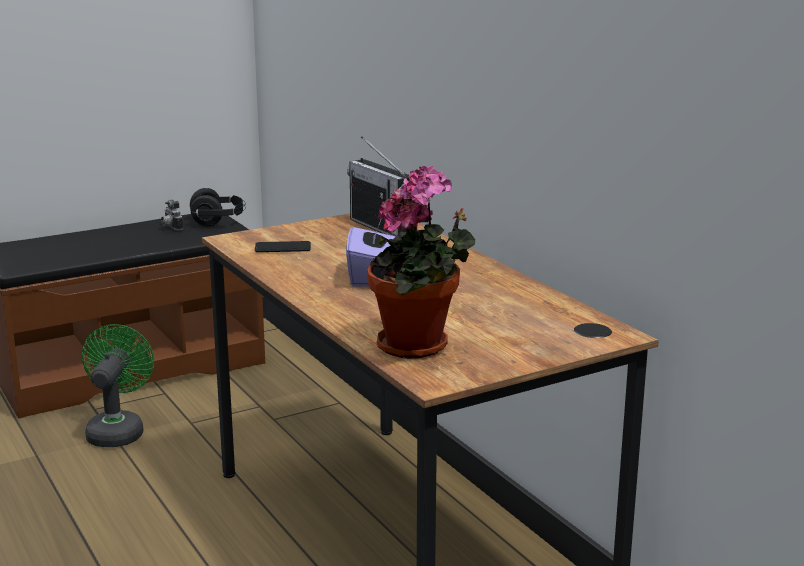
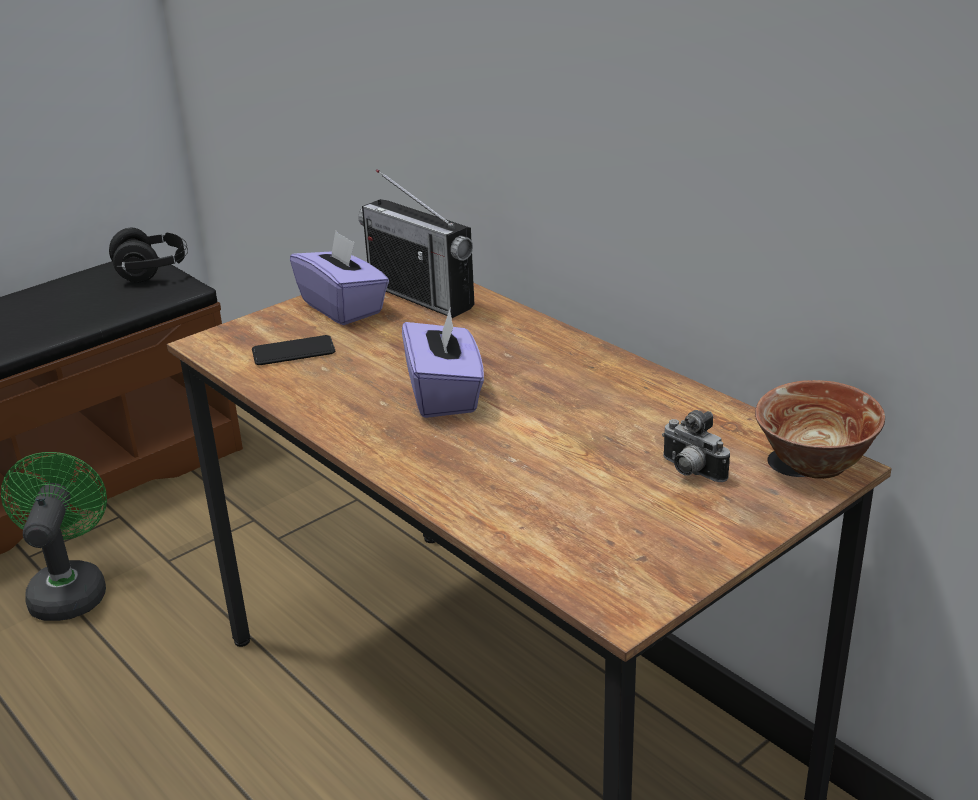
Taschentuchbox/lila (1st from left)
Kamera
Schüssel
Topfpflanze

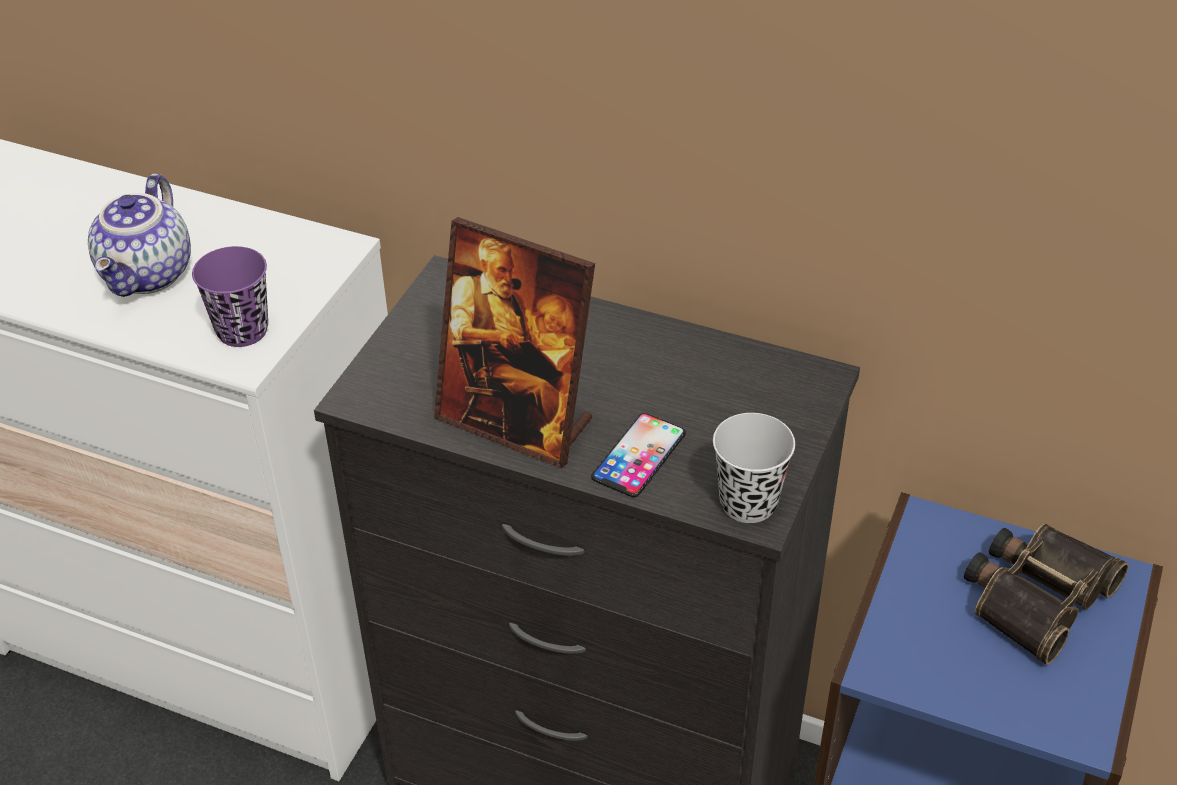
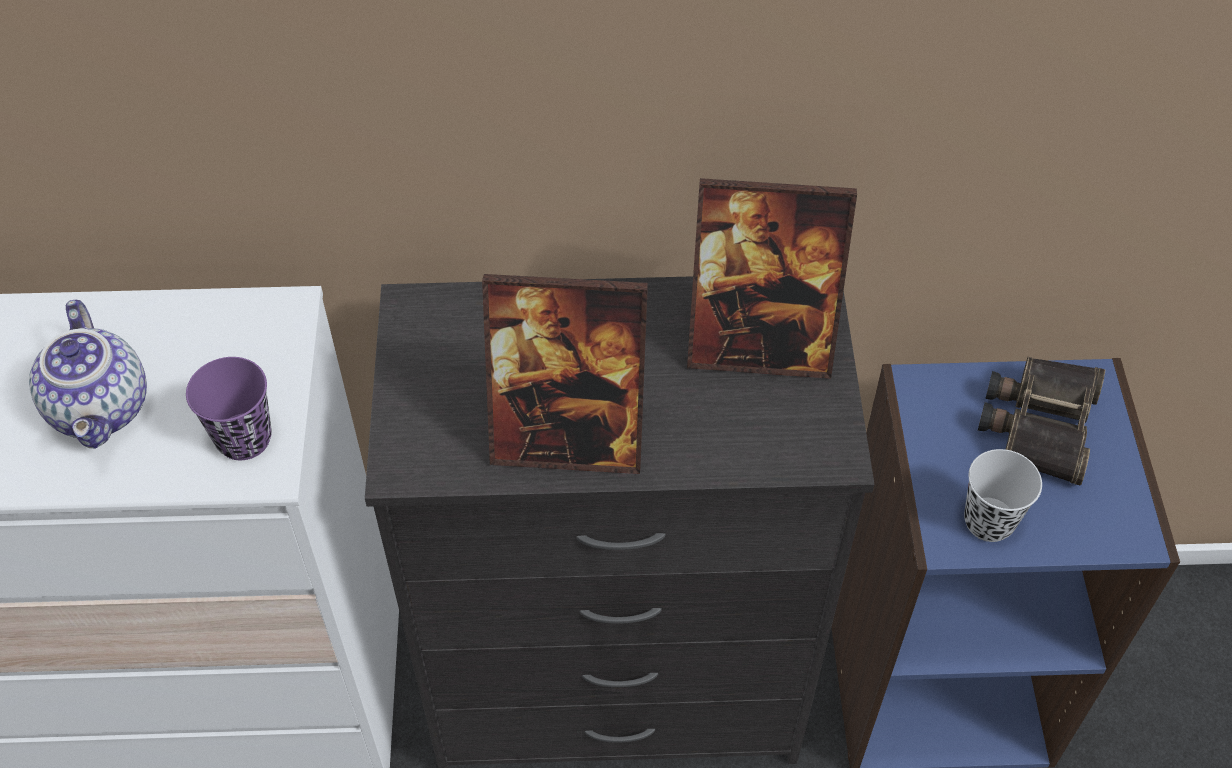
Bilderrahmen (2nd from left)
Tasse/schwarz
Handy

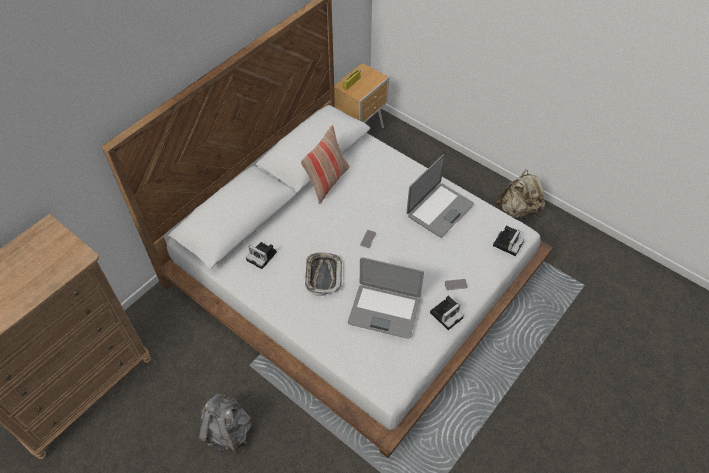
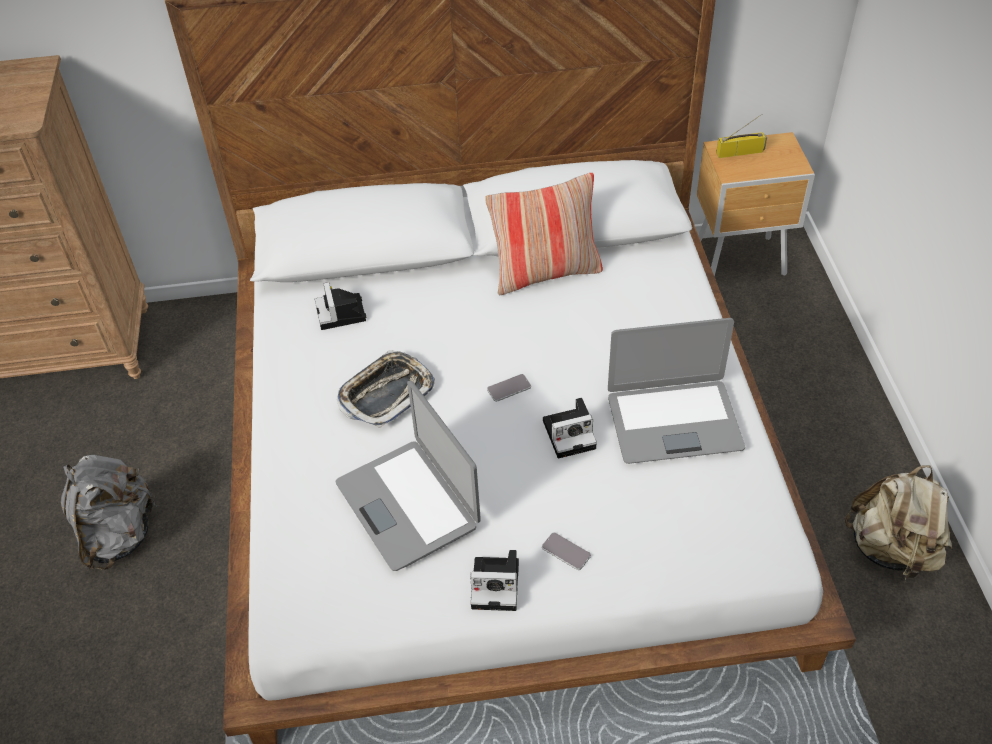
Kamera (3rd from left)

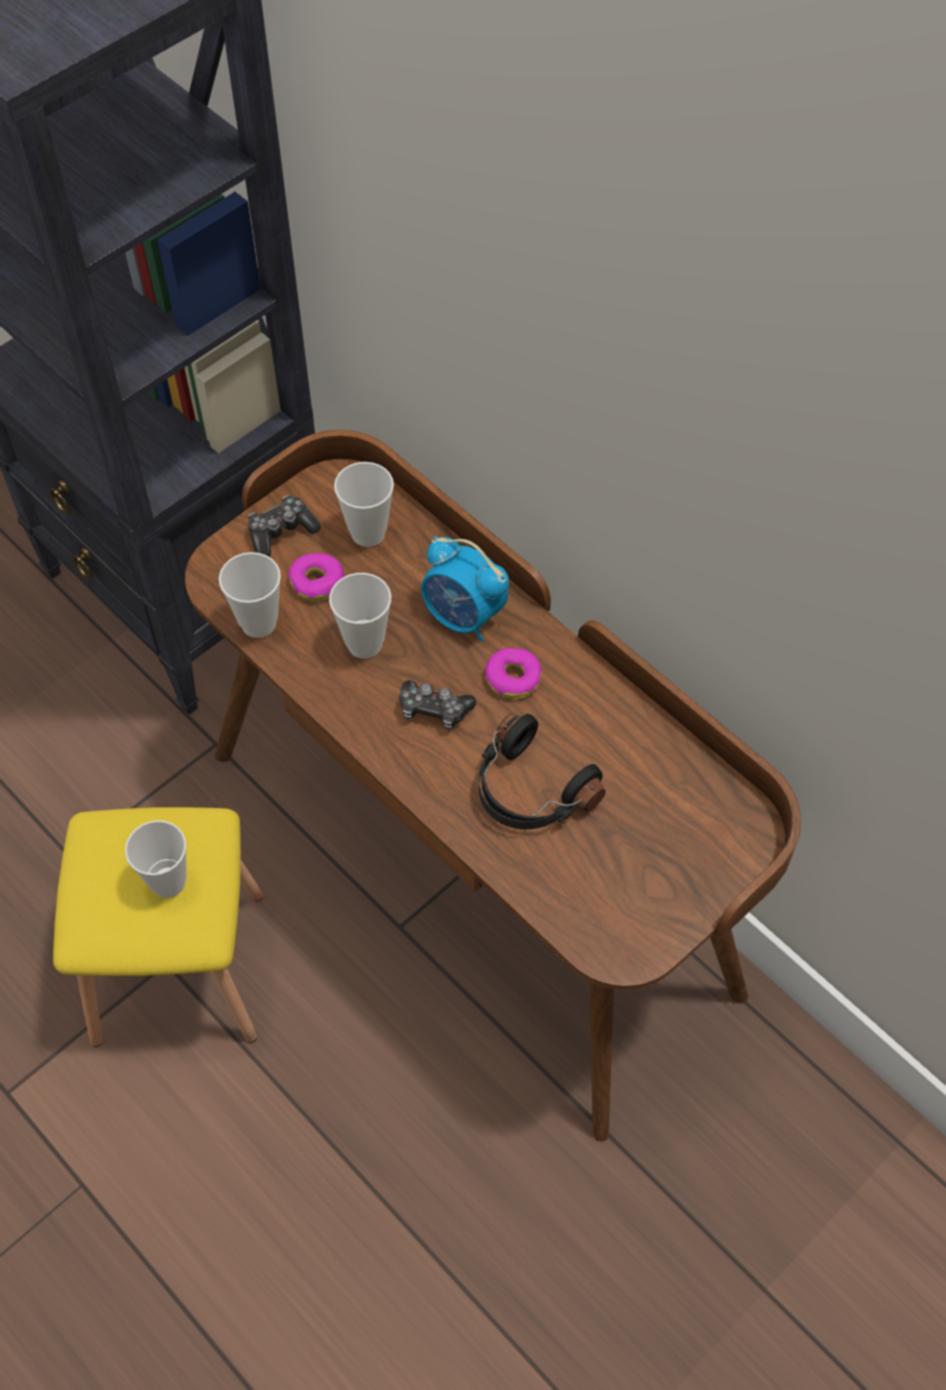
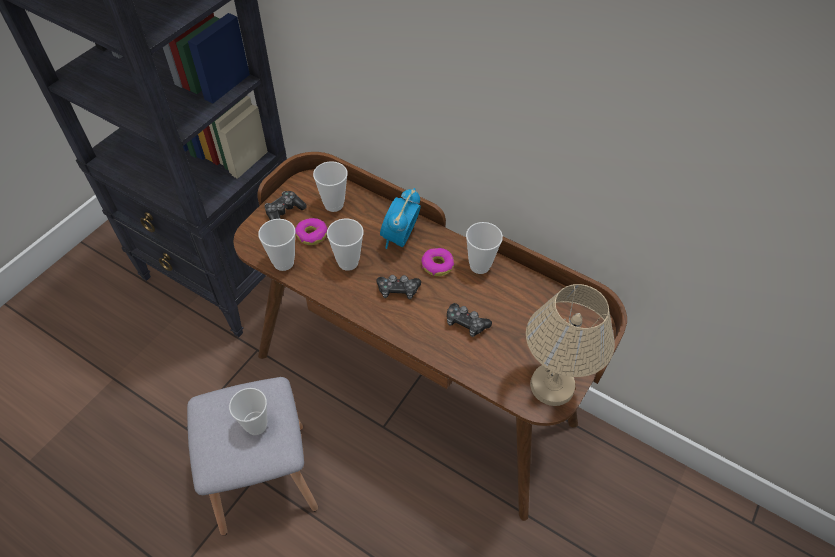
Hocker/grau
Wecker
Gamepad (3rd from left)
Tasse (5th from left)
Tischlampe/beige

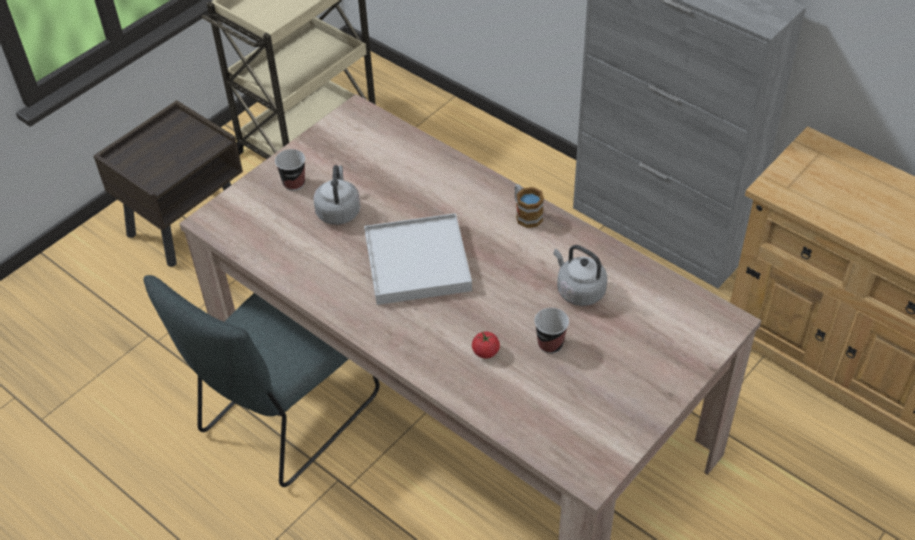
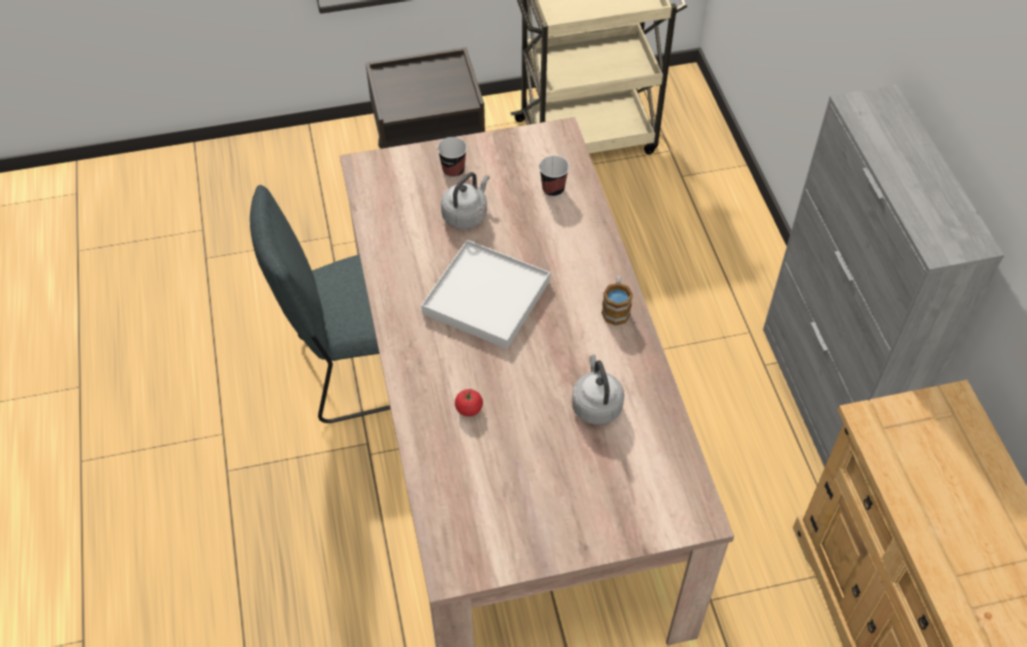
Tasse (2nd from left)

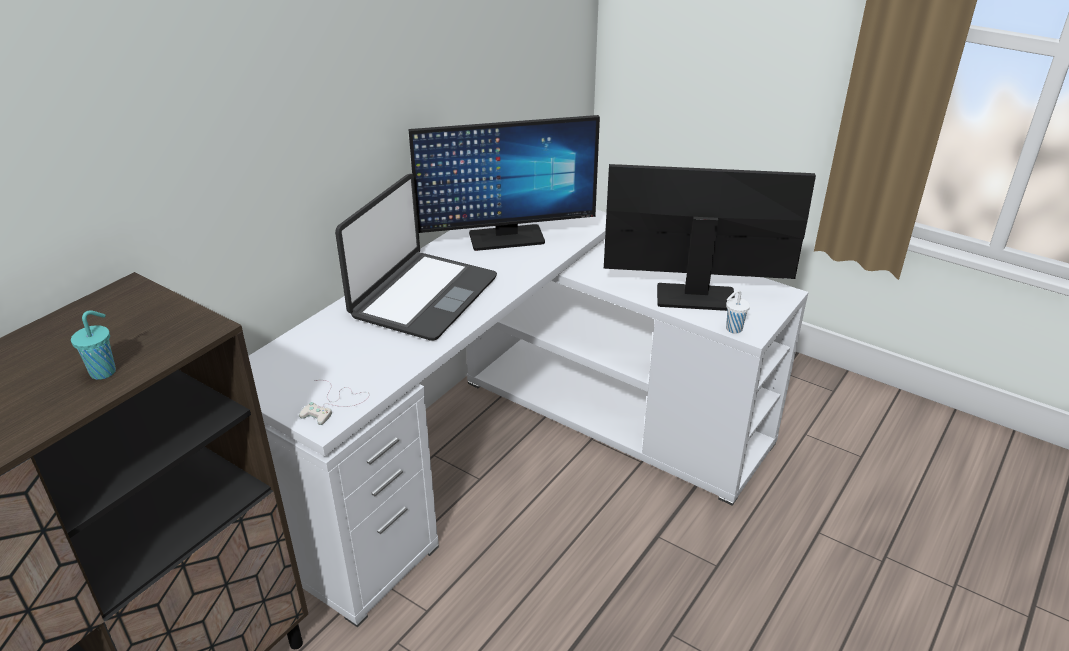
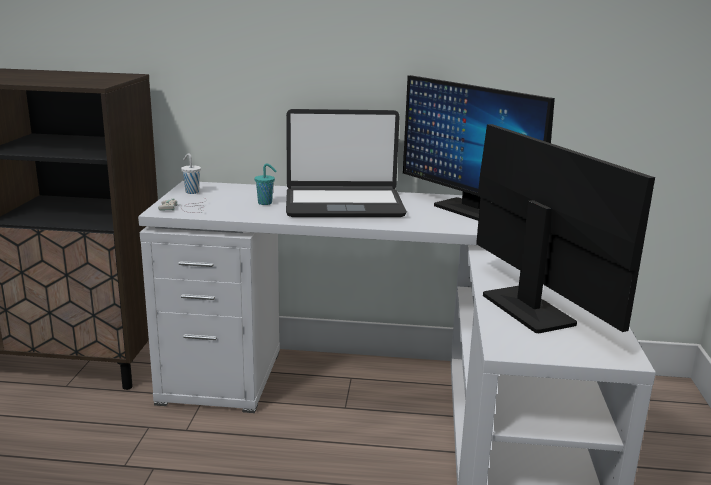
Tasse/weiß
Tasse/türkis

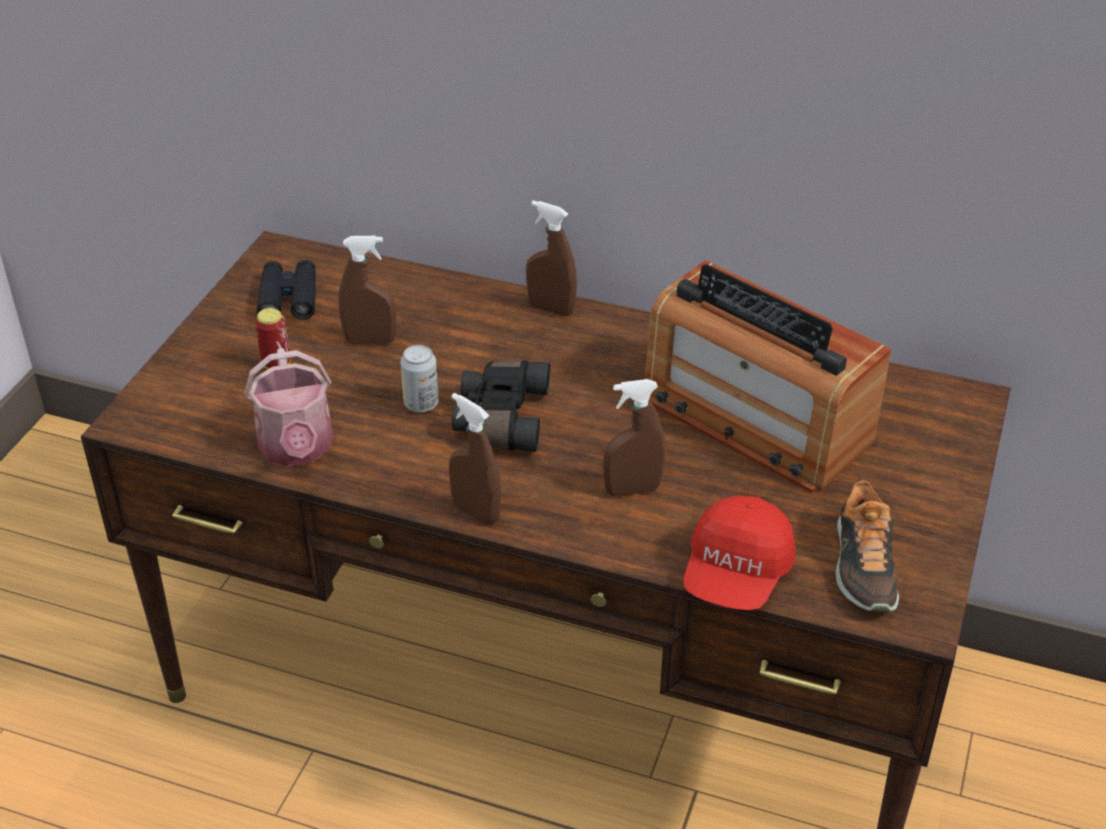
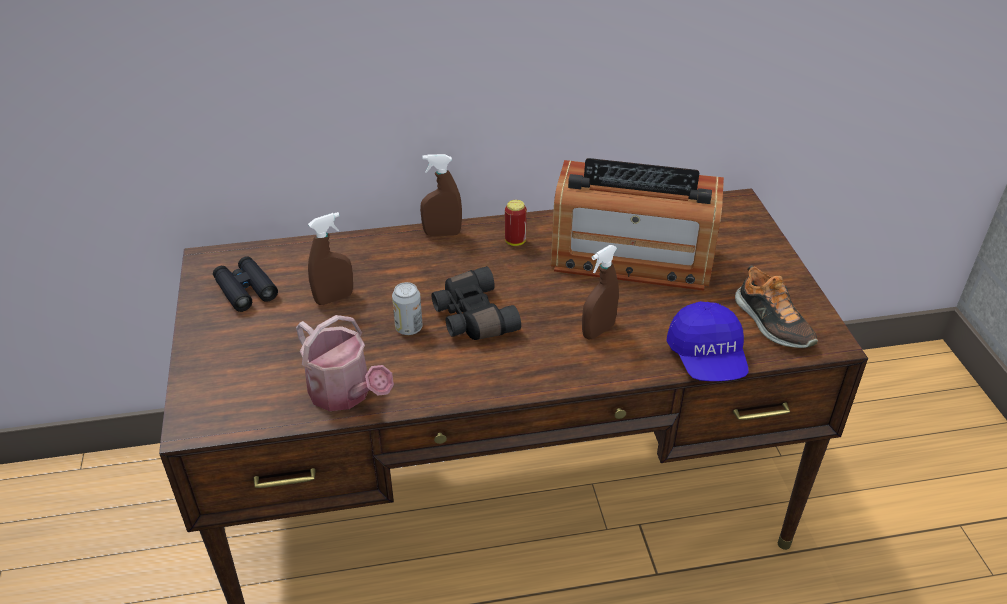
Dose (2nd from left)
Kappe/blau
Sprühflasche/braun (2nd from left in the first image)

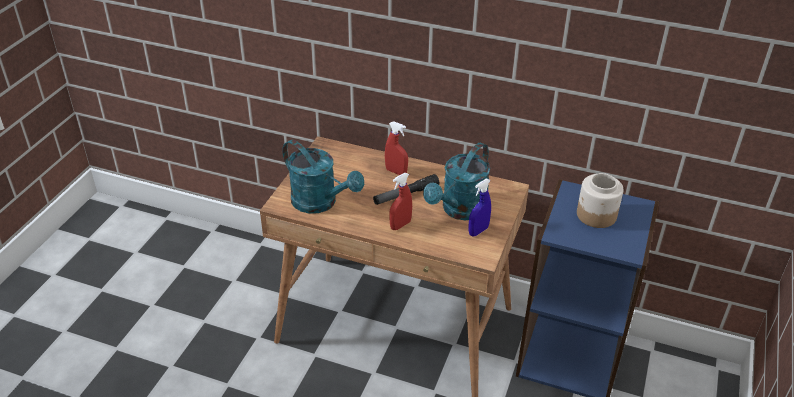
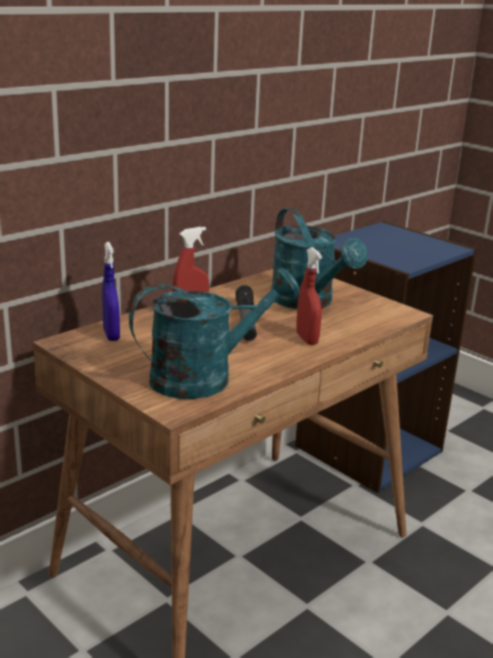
Sprühflasche/blau
Vorratsglas

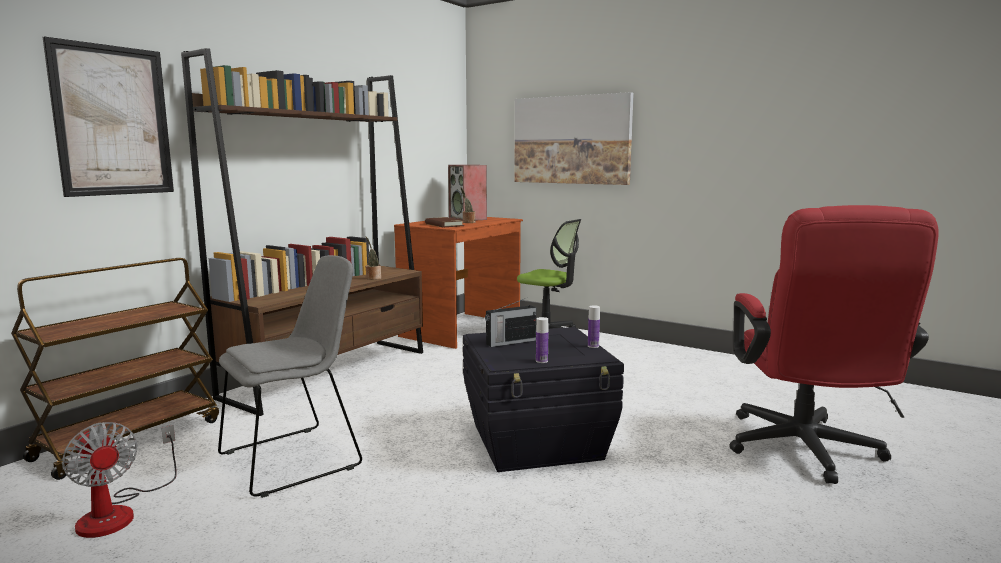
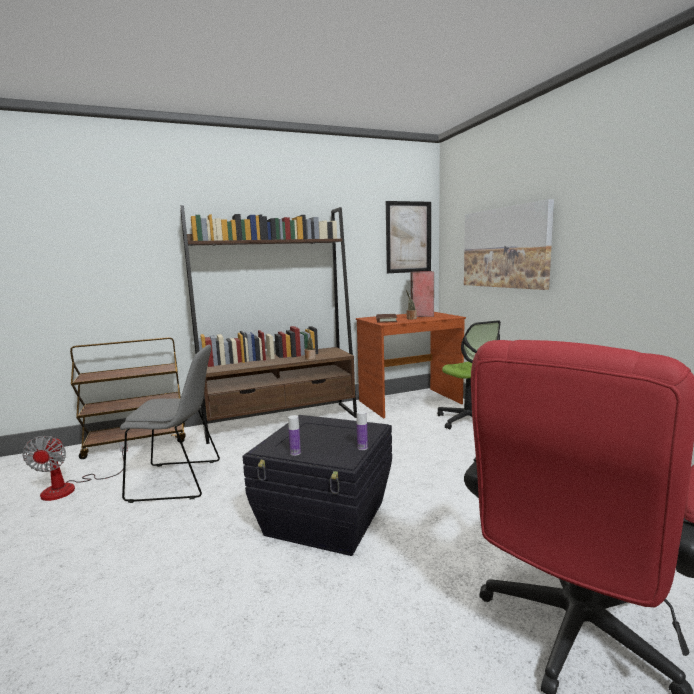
Bild (1st from left)
Radio

